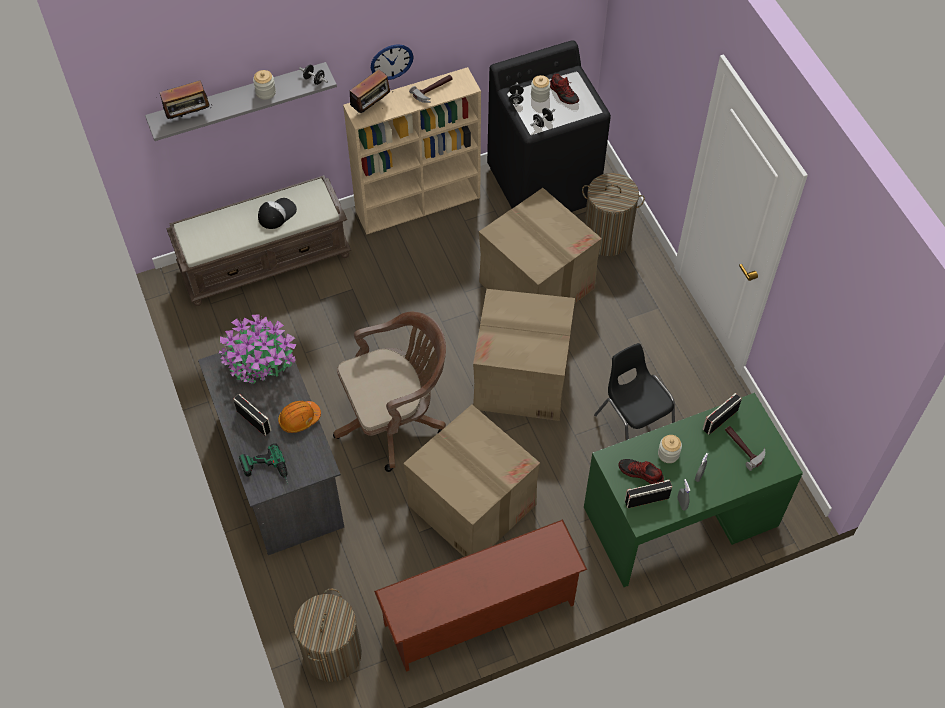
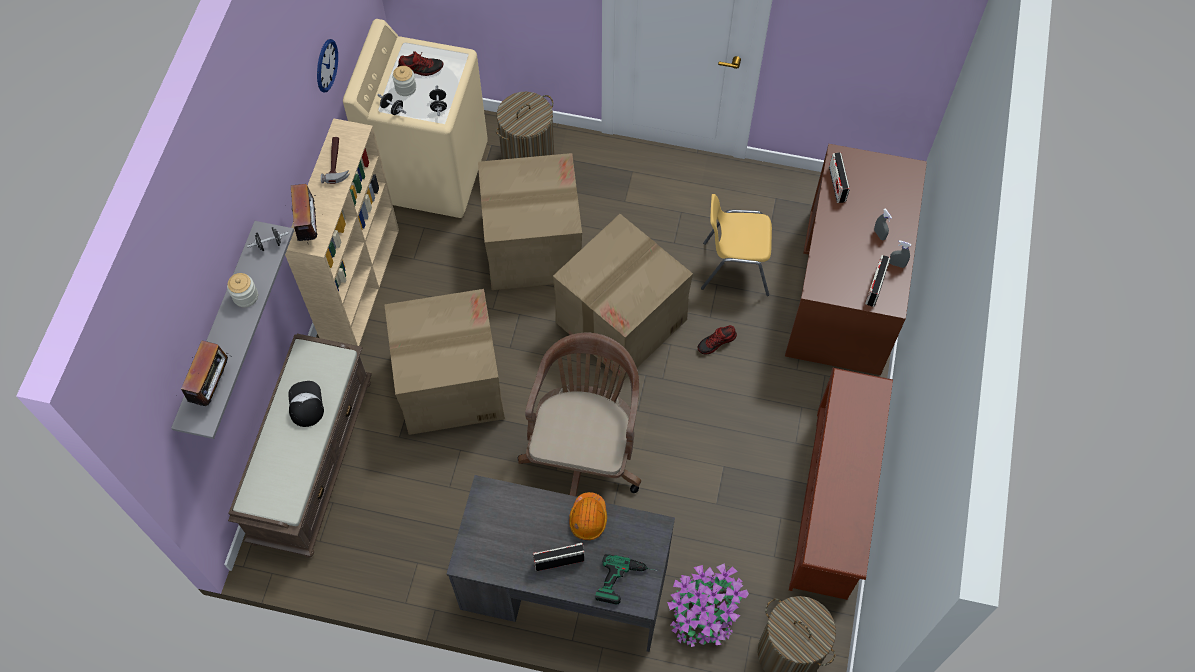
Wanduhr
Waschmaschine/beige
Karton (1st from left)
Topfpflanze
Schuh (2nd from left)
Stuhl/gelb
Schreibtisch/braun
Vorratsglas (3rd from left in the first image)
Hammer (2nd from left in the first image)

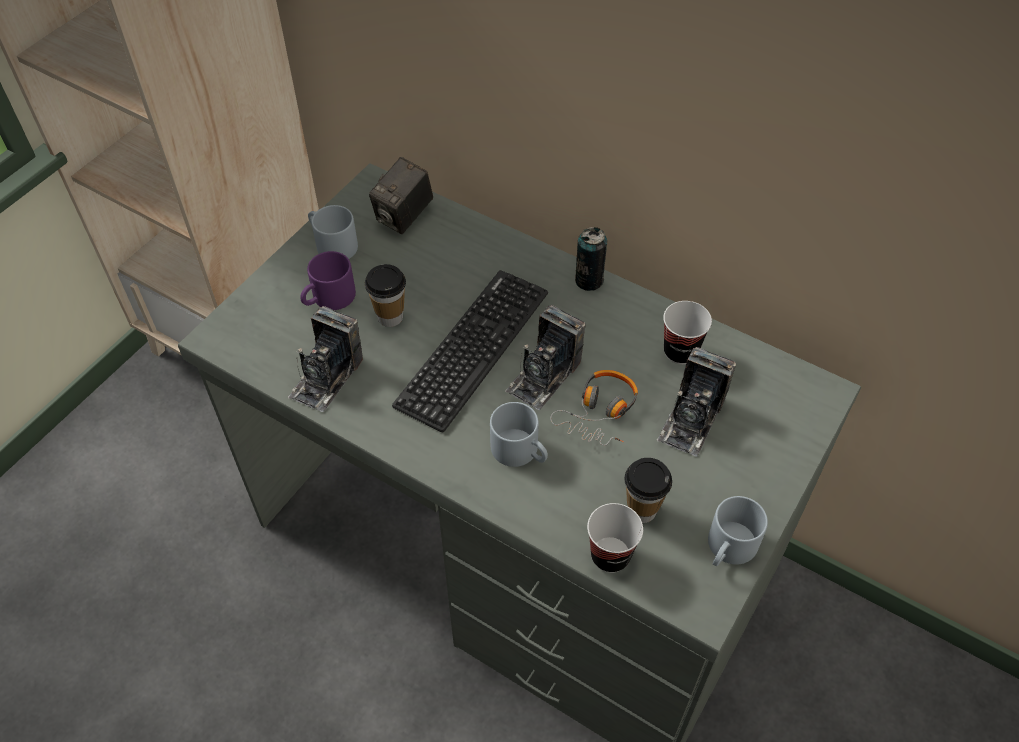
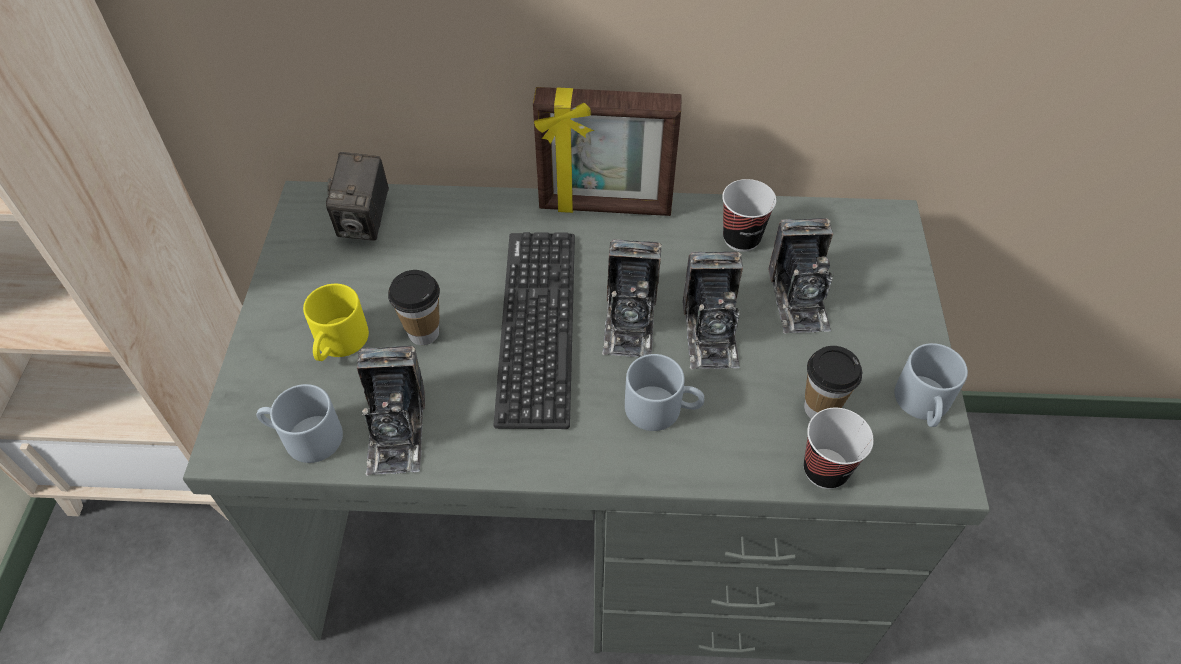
Henkelbecher/grau (1st from left)
Henkelbecher/gelb
Bilderrahmen
Kamera (4th from left)

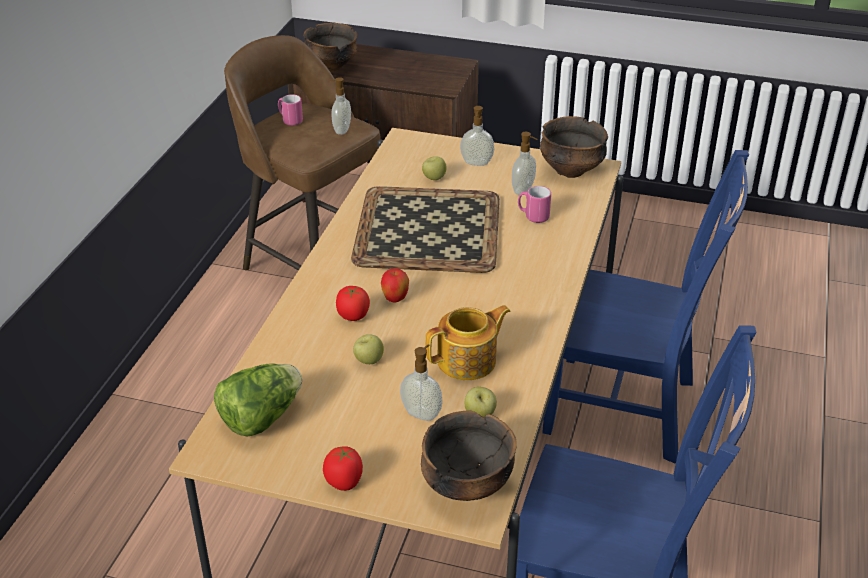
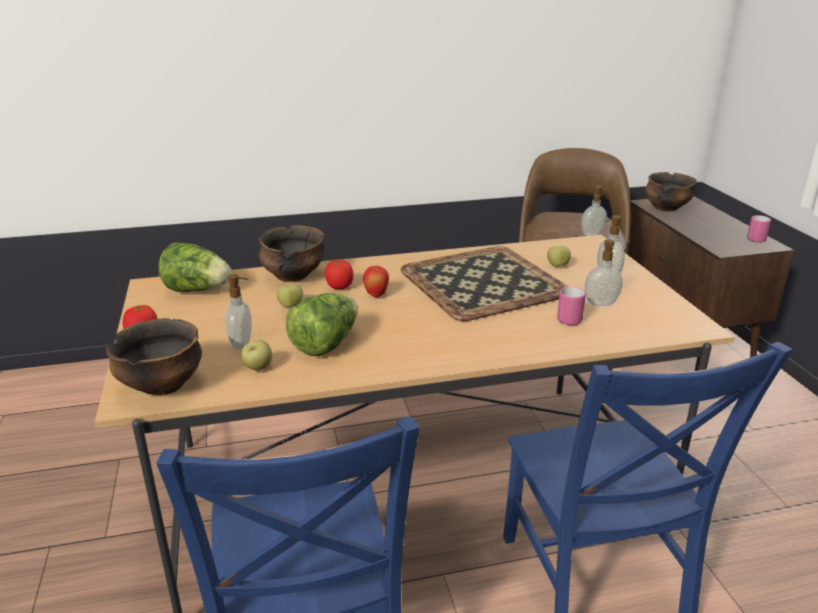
Schüssel (2nd from left)
Salatkopf (2nd from left)
Henkelbecher/rosa (2nd from left)

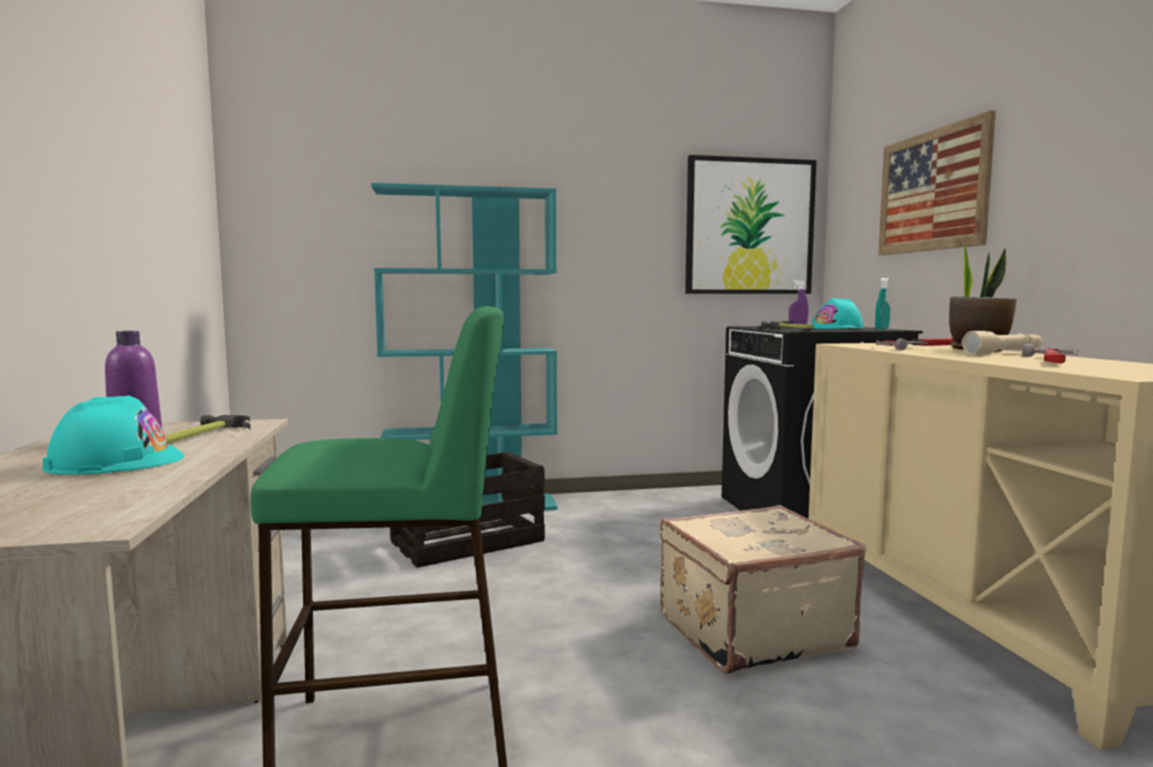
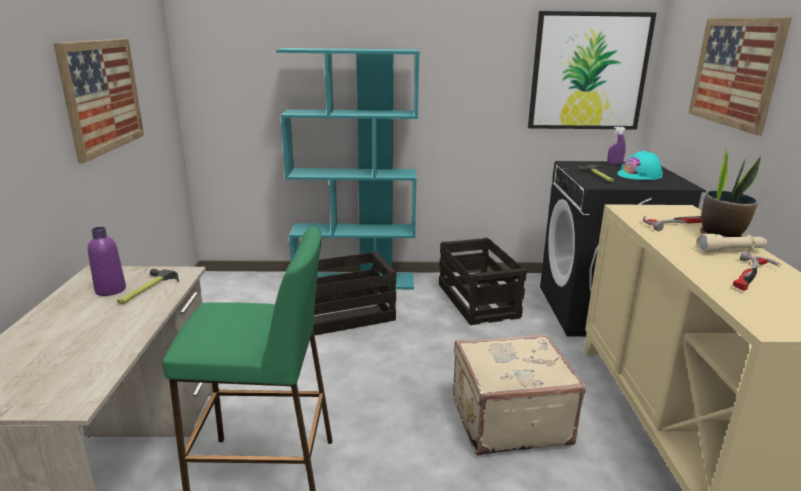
Bild (1st from left)
Kiste (2nd from left)
Schutzhelm/türkis (1st from left in the first image)
Sprühflasche/türkis

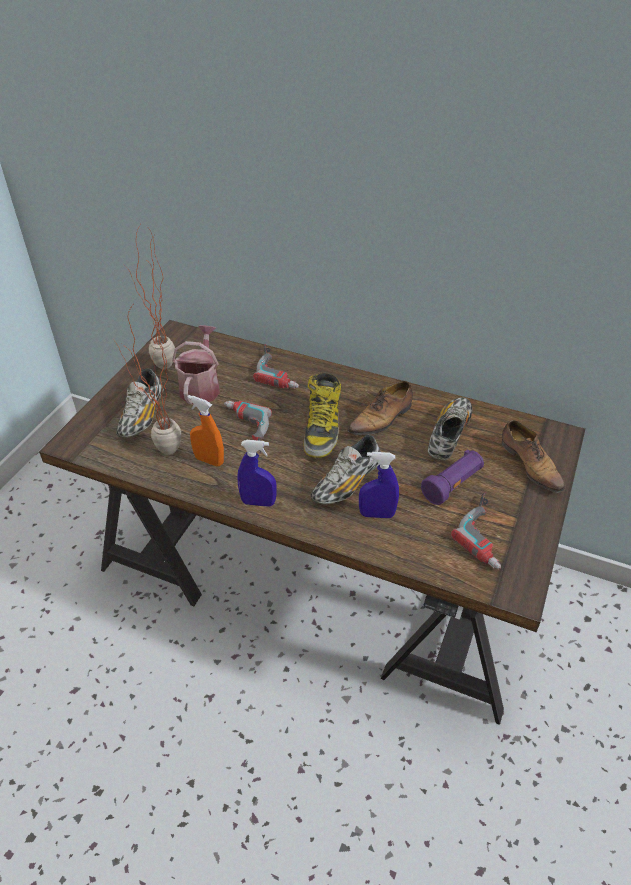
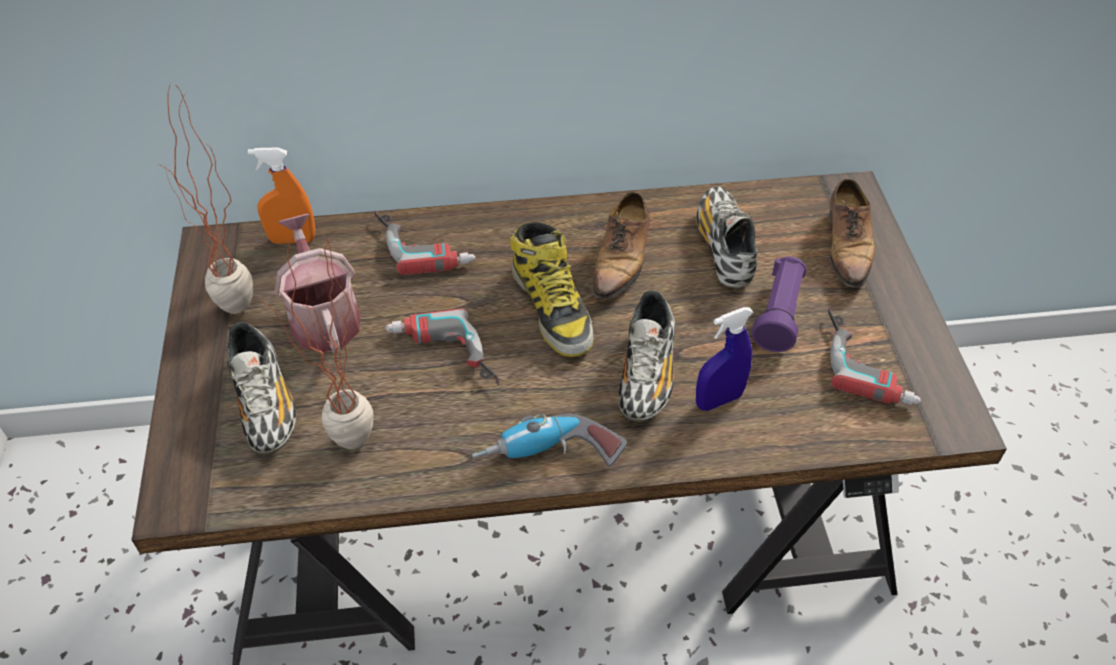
Sprühflasche/orange
Bohrmaschine (3rd from left)
Schuh (5th from left)

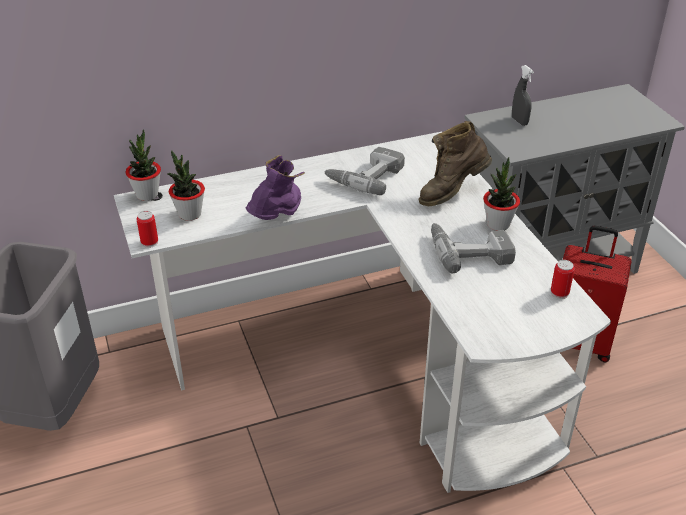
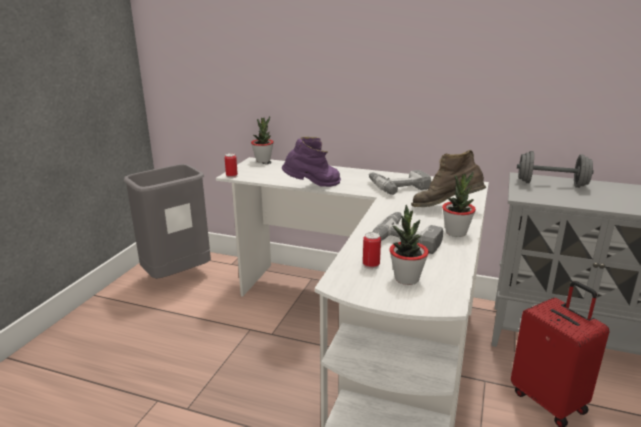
Dose (2nd from left)
Topfpflanze (2nd from left)
Hantel/grau

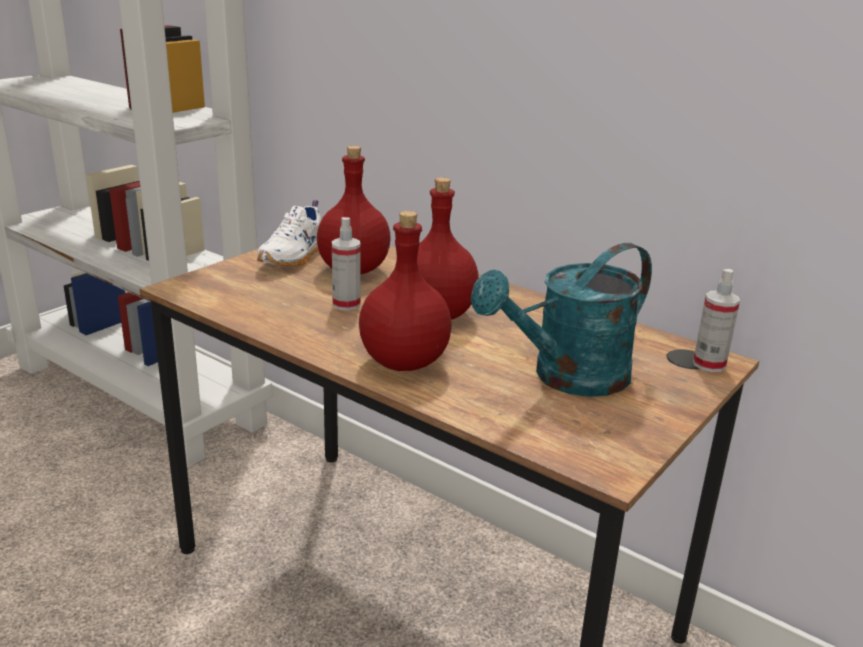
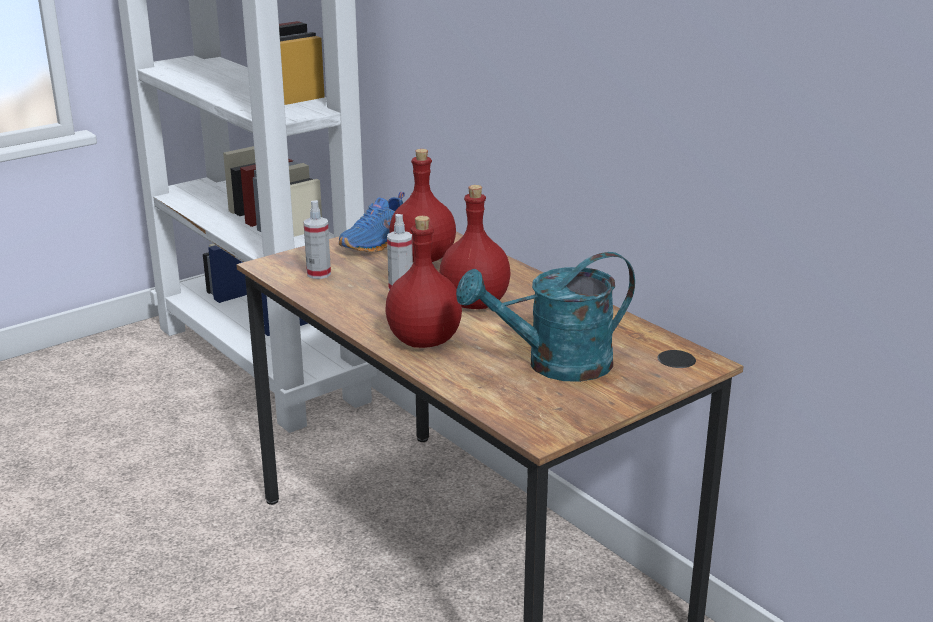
Sprühflasche (1st from left)
Schuh/blau

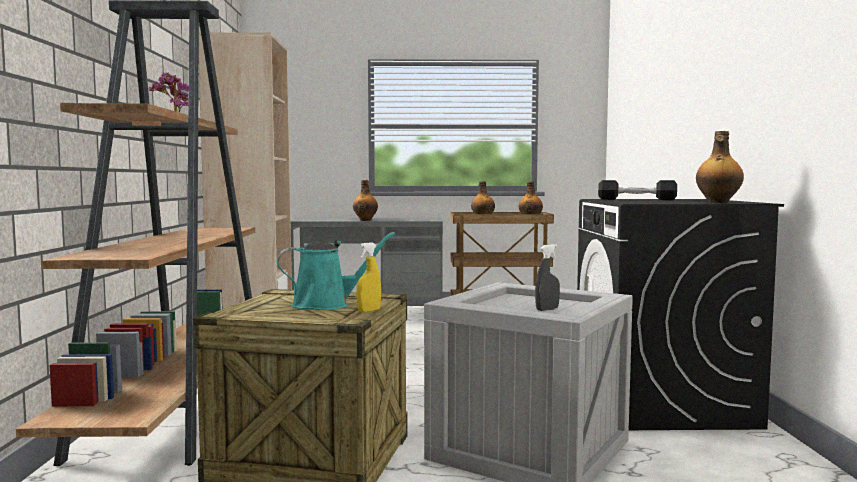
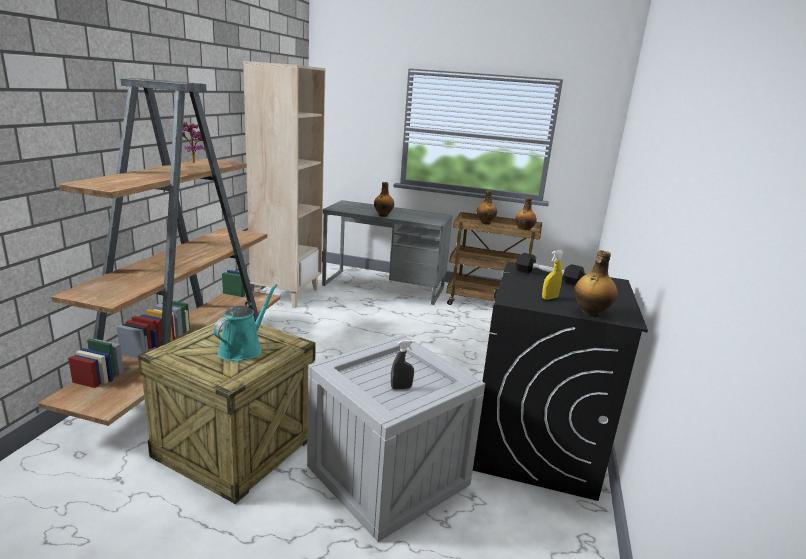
Gießkanne/türkis
Sprühflasche/gelb

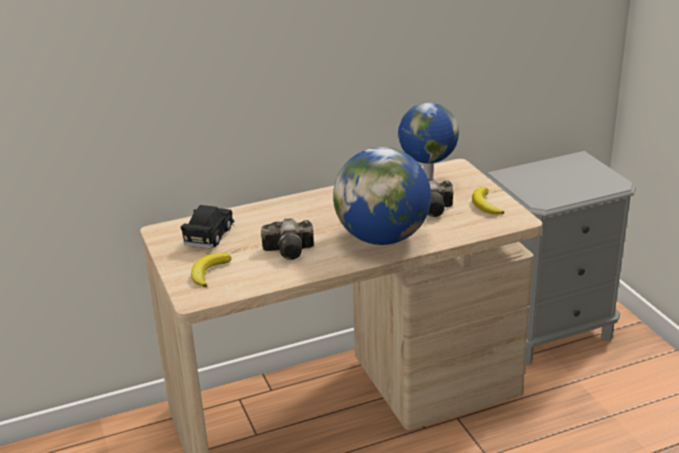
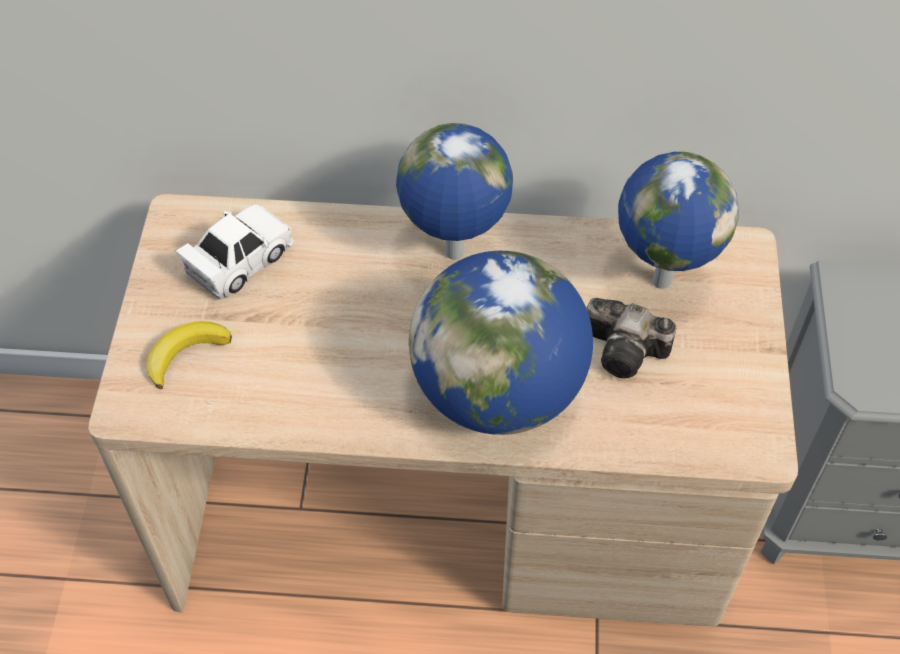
Spielzeugauto/weiß
Globus (1st from left)
Kamera (1st from left in the first image)
Banane (2nd from left in the first image)

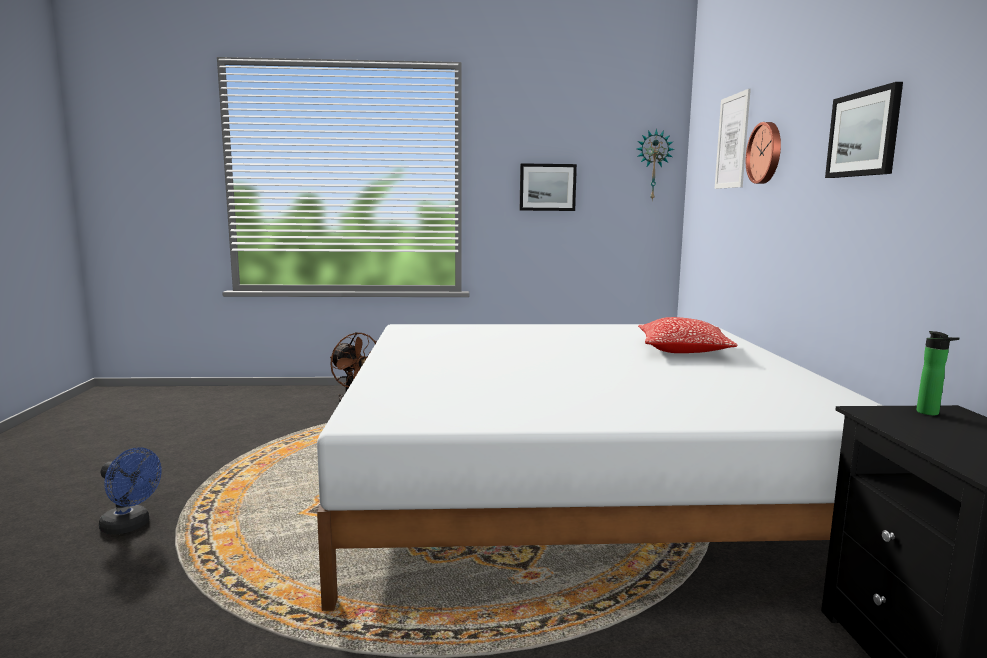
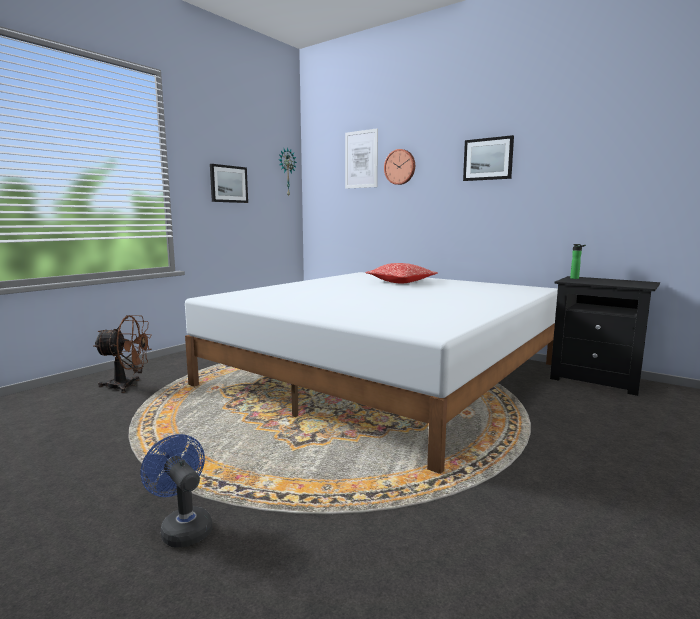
Ventilator/blau

